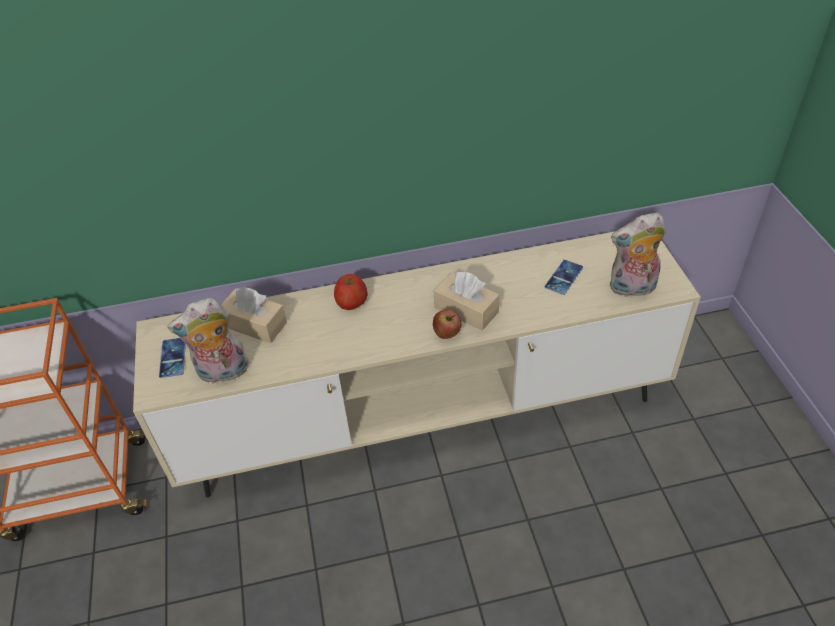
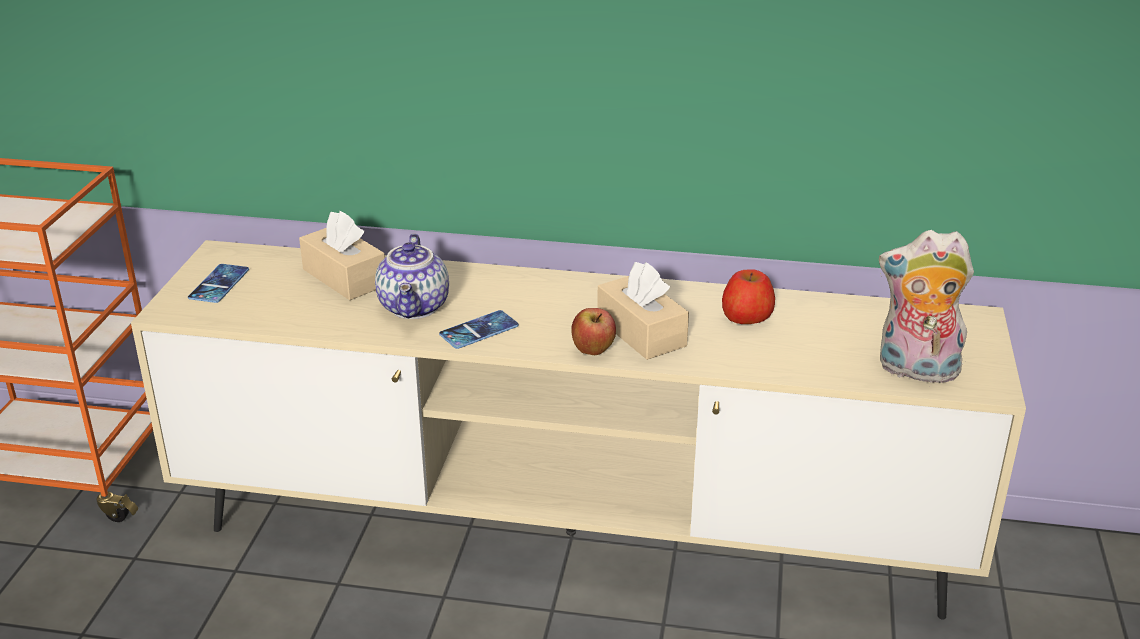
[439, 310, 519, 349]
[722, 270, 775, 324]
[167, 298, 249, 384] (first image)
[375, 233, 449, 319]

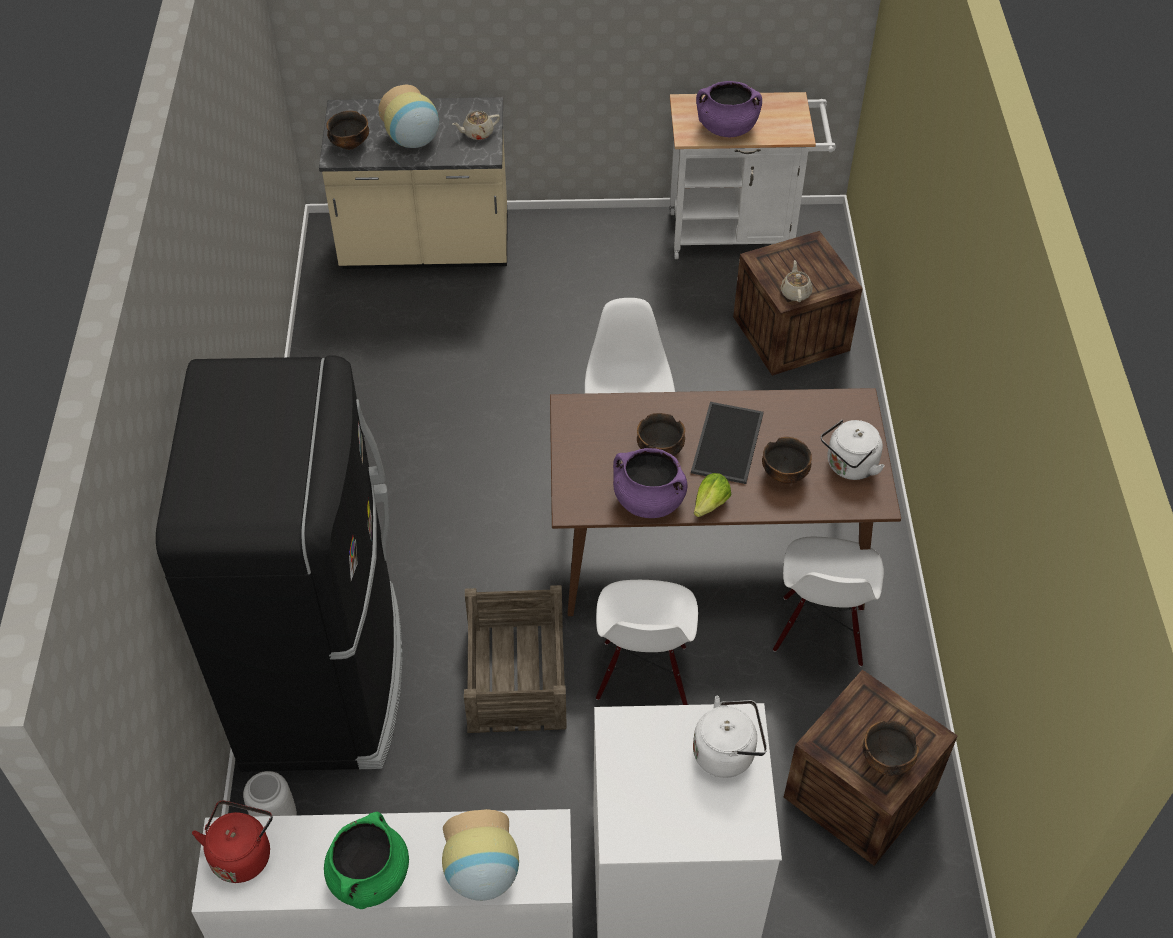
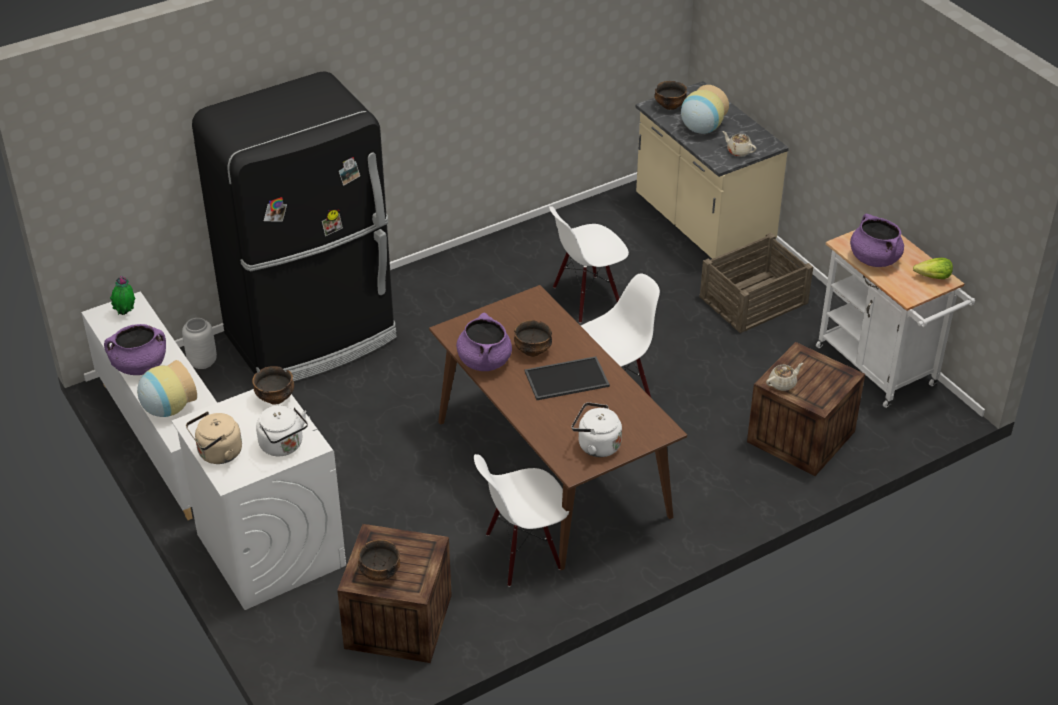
[252, 366, 294, 405]
[913, 258, 953, 279]
[549, 206, 629, 323]
[699, 233, 813, 333]
[110, 276, 135, 315]
[104, 324, 166, 375]
[186, 411, 242, 464]

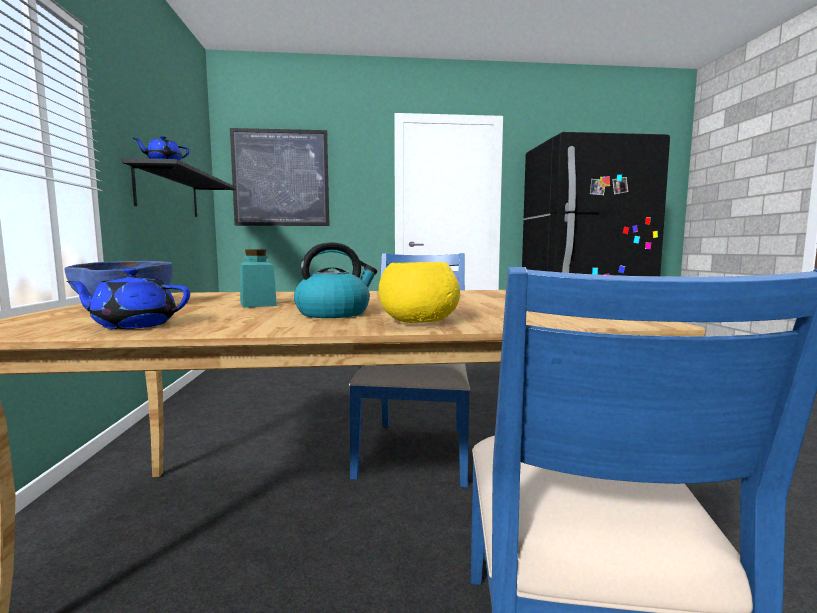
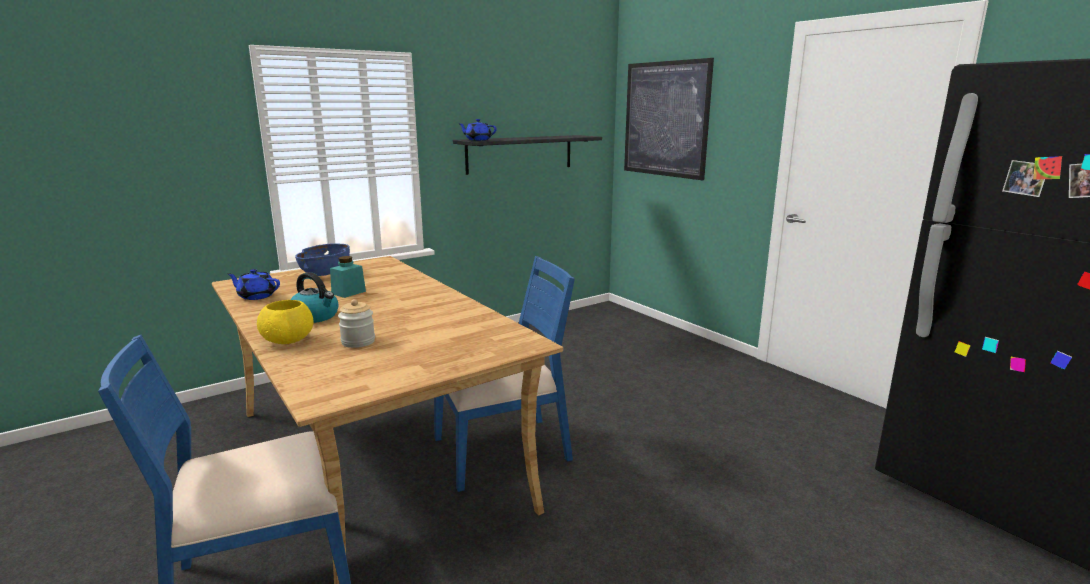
[227, 269, 280, 300]
[338, 299, 375, 348]

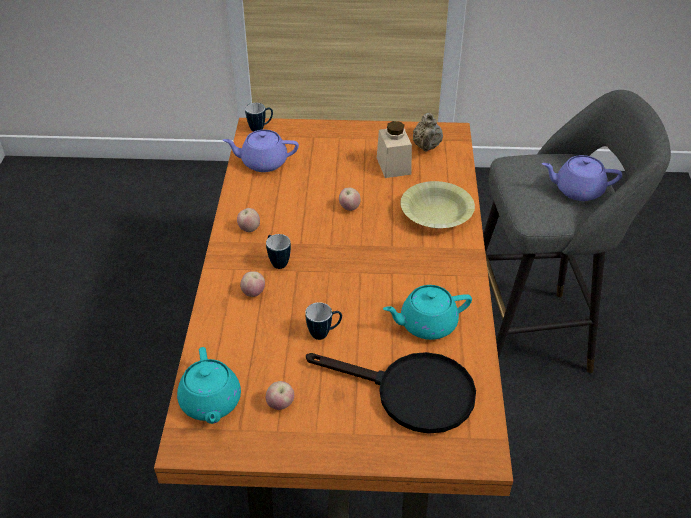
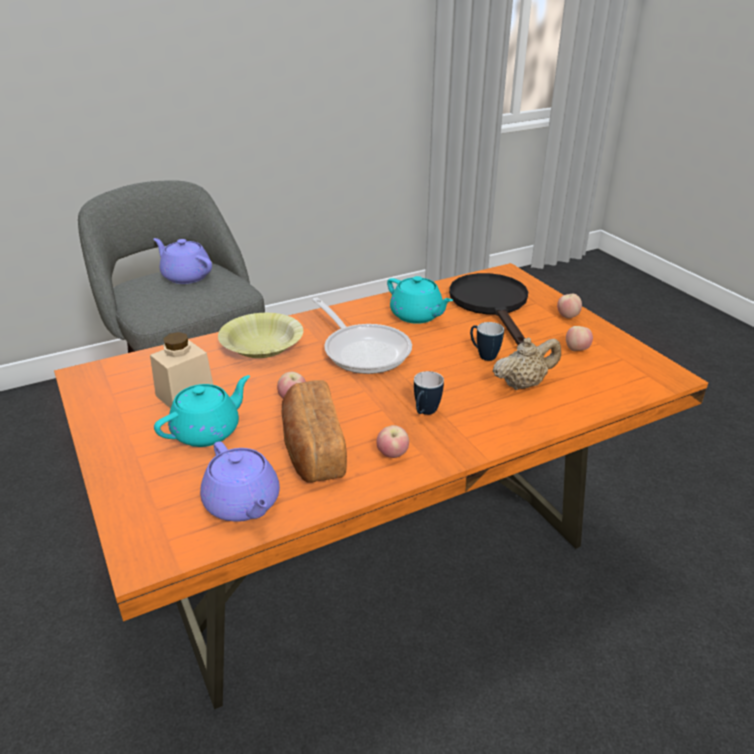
[245, 103, 273, 132] (first image)
[493, 338, 561, 390]
[153, 238, 212, 284]
[557, 293, 582, 319]
[154, 375, 250, 447]
[312, 297, 412, 374]
[281, 380, 347, 483]

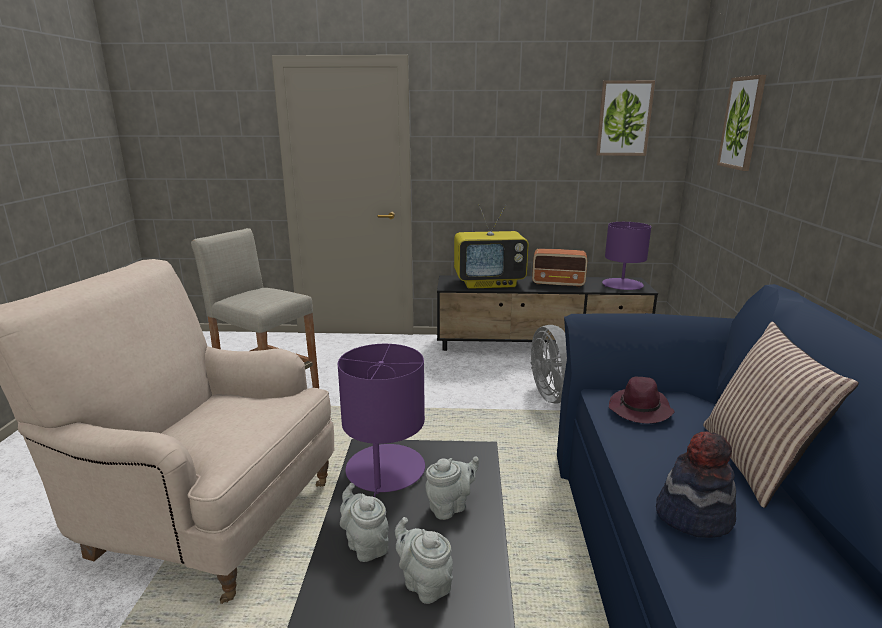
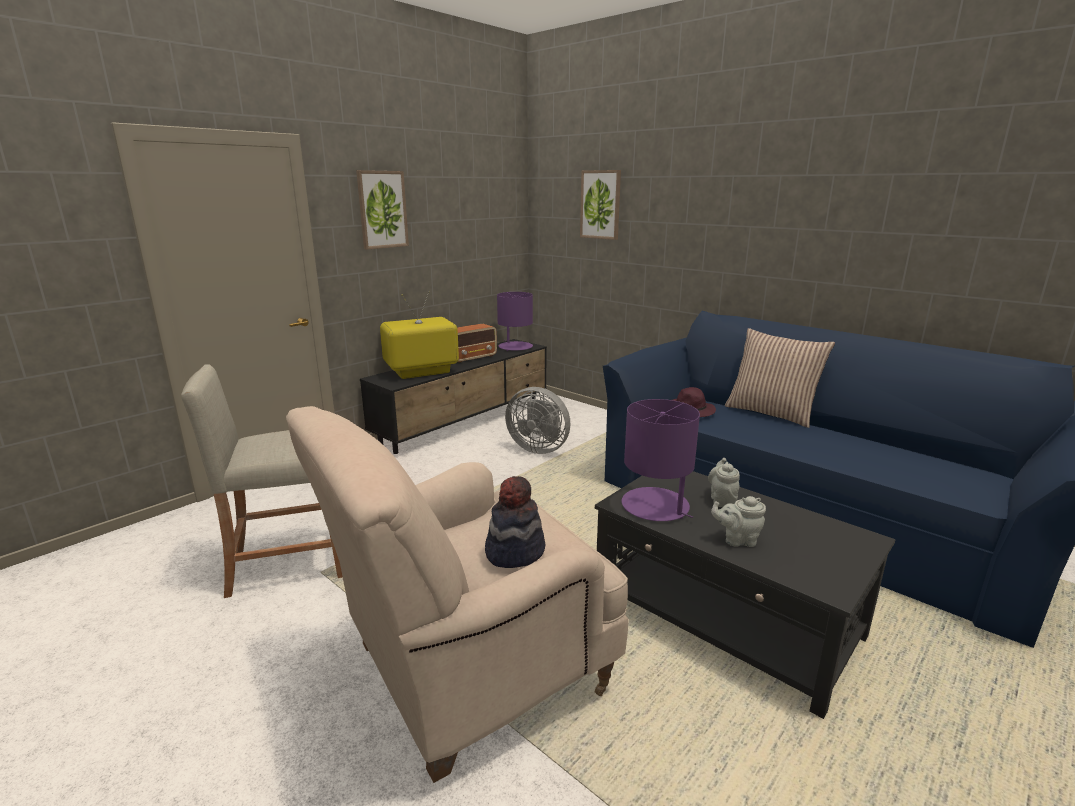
[356, 170, 409, 250]
[380, 291, 459, 379]
[485, 476, 545, 568]
[395, 517, 453, 604] (first image)

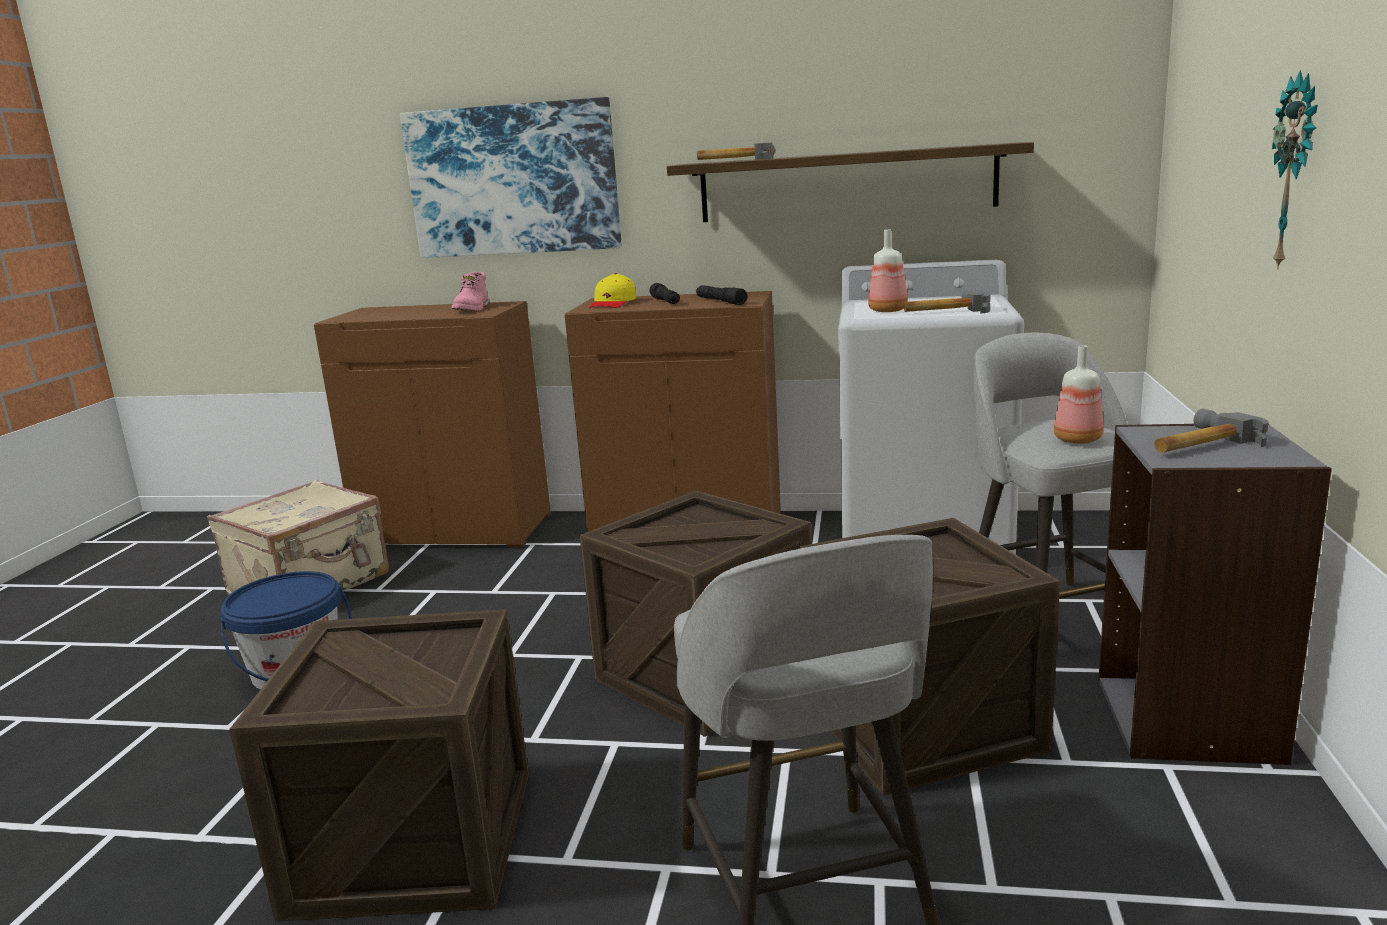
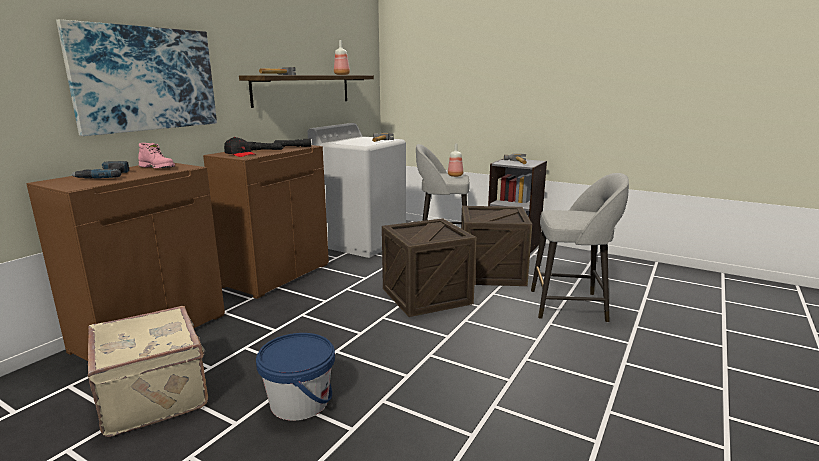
[1272, 70, 1318, 270] (first image)
[334, 40, 350, 75]
[224, 137, 256, 157]
[230, 609, 529, 922] (first image)
[71, 161, 129, 179]

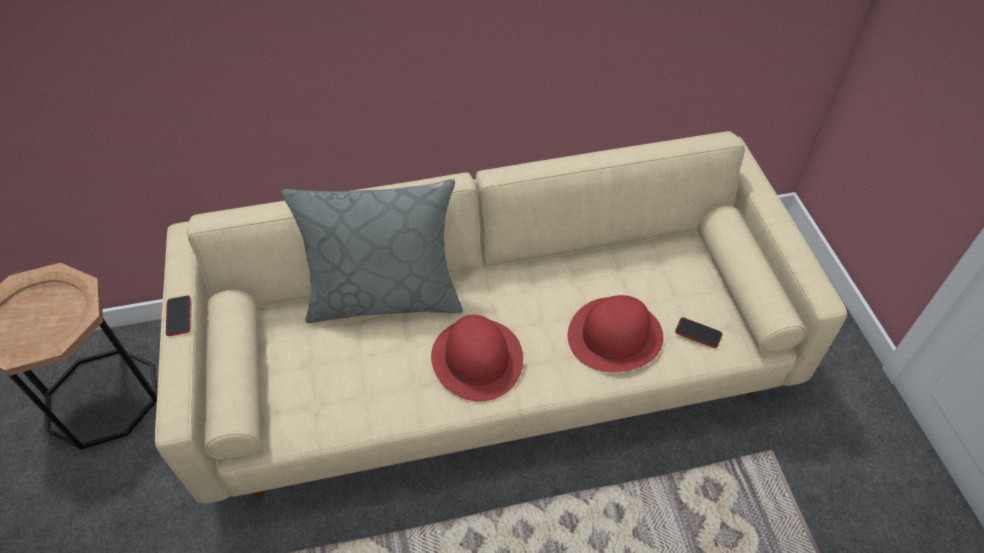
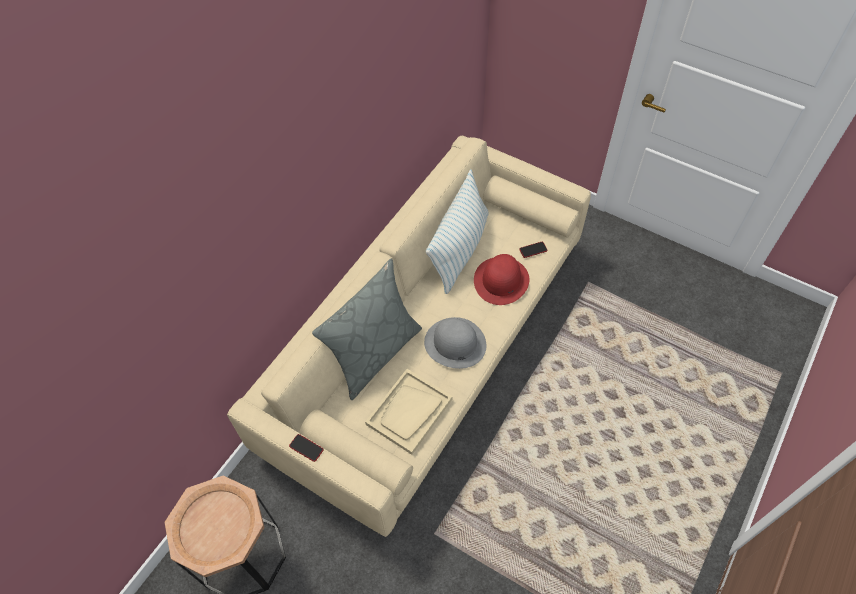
[424, 317, 486, 369]
[426, 169, 489, 294]
[365, 369, 453, 455]

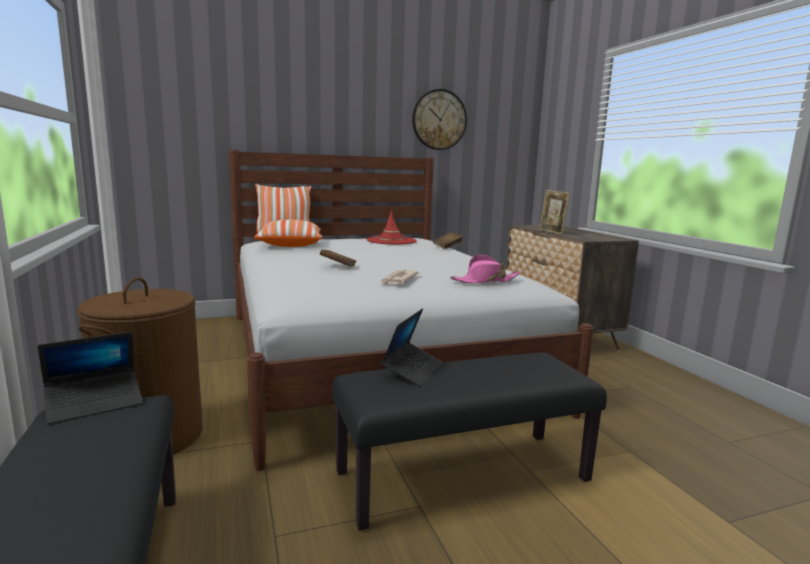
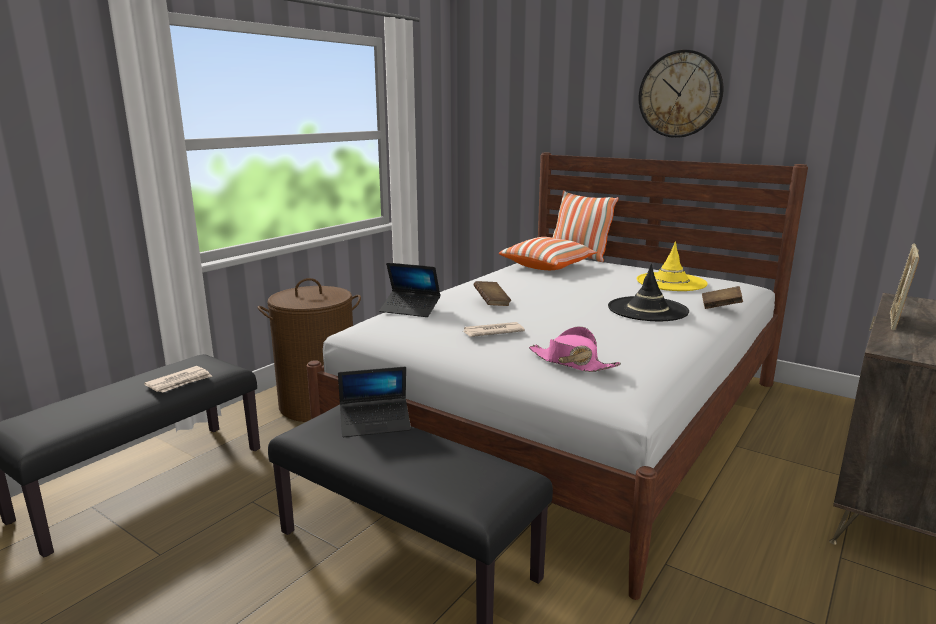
[638, 50, 723, 138]
[637, 241, 708, 291]
[379, 263, 441, 317]
[608, 264, 689, 321]
[144, 366, 212, 393]

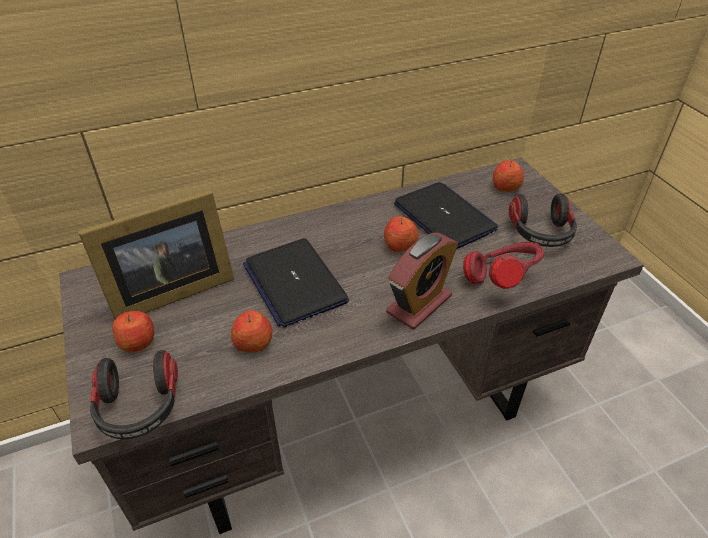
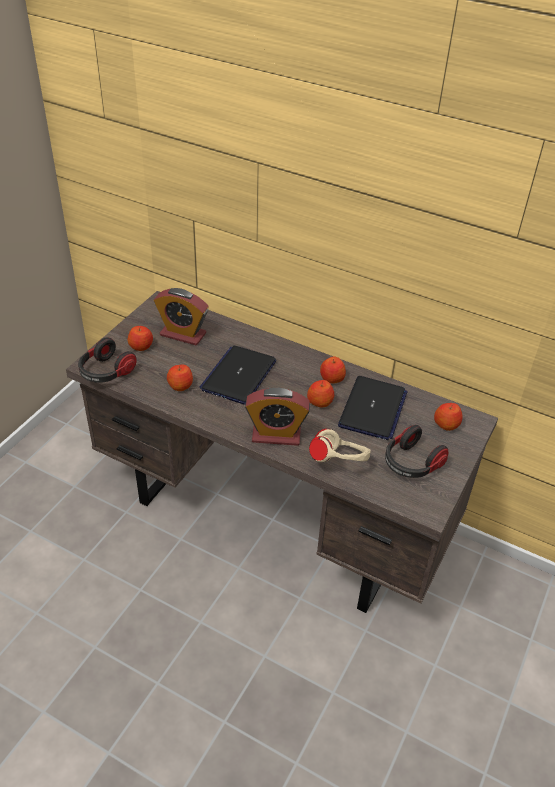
[154, 288, 209, 346]
[309, 429, 371, 462]
[320, 357, 346, 384]

